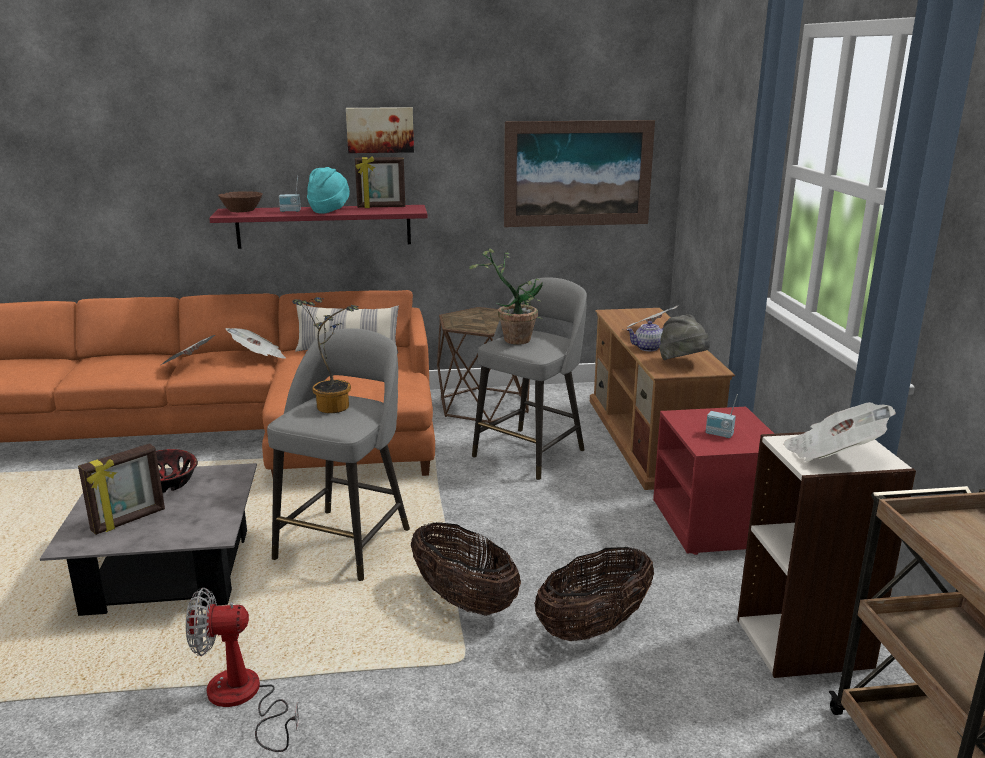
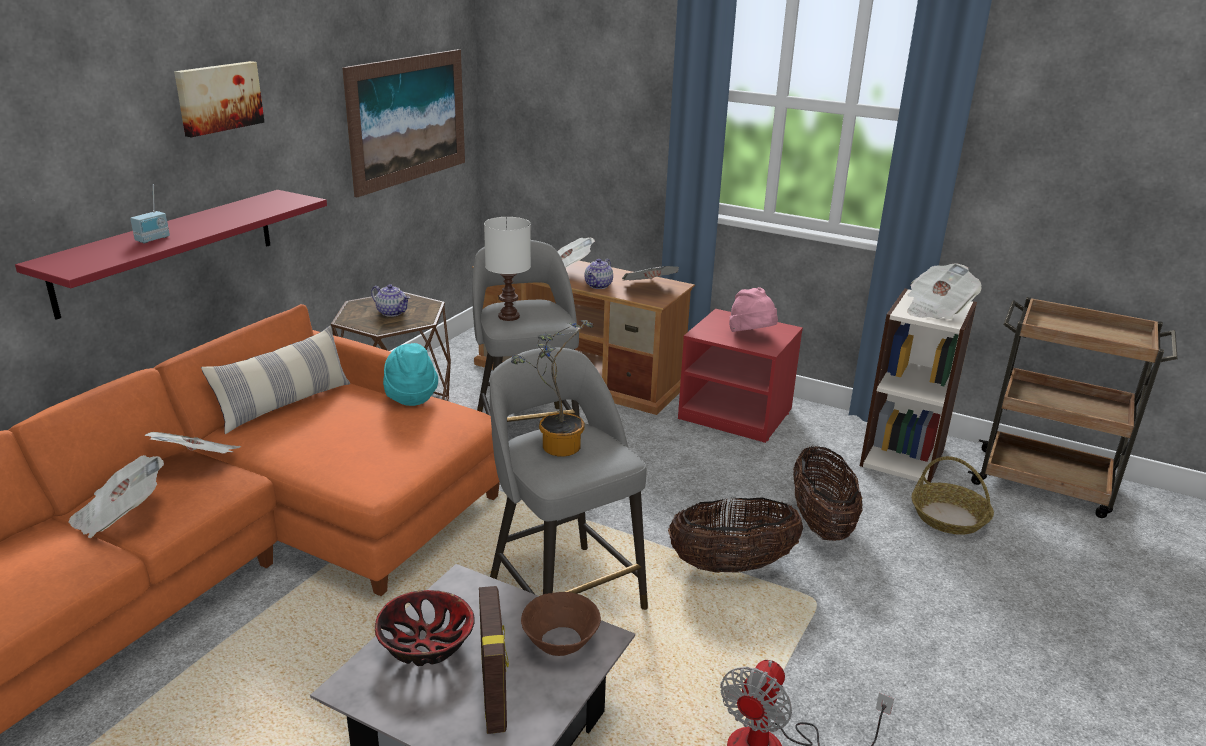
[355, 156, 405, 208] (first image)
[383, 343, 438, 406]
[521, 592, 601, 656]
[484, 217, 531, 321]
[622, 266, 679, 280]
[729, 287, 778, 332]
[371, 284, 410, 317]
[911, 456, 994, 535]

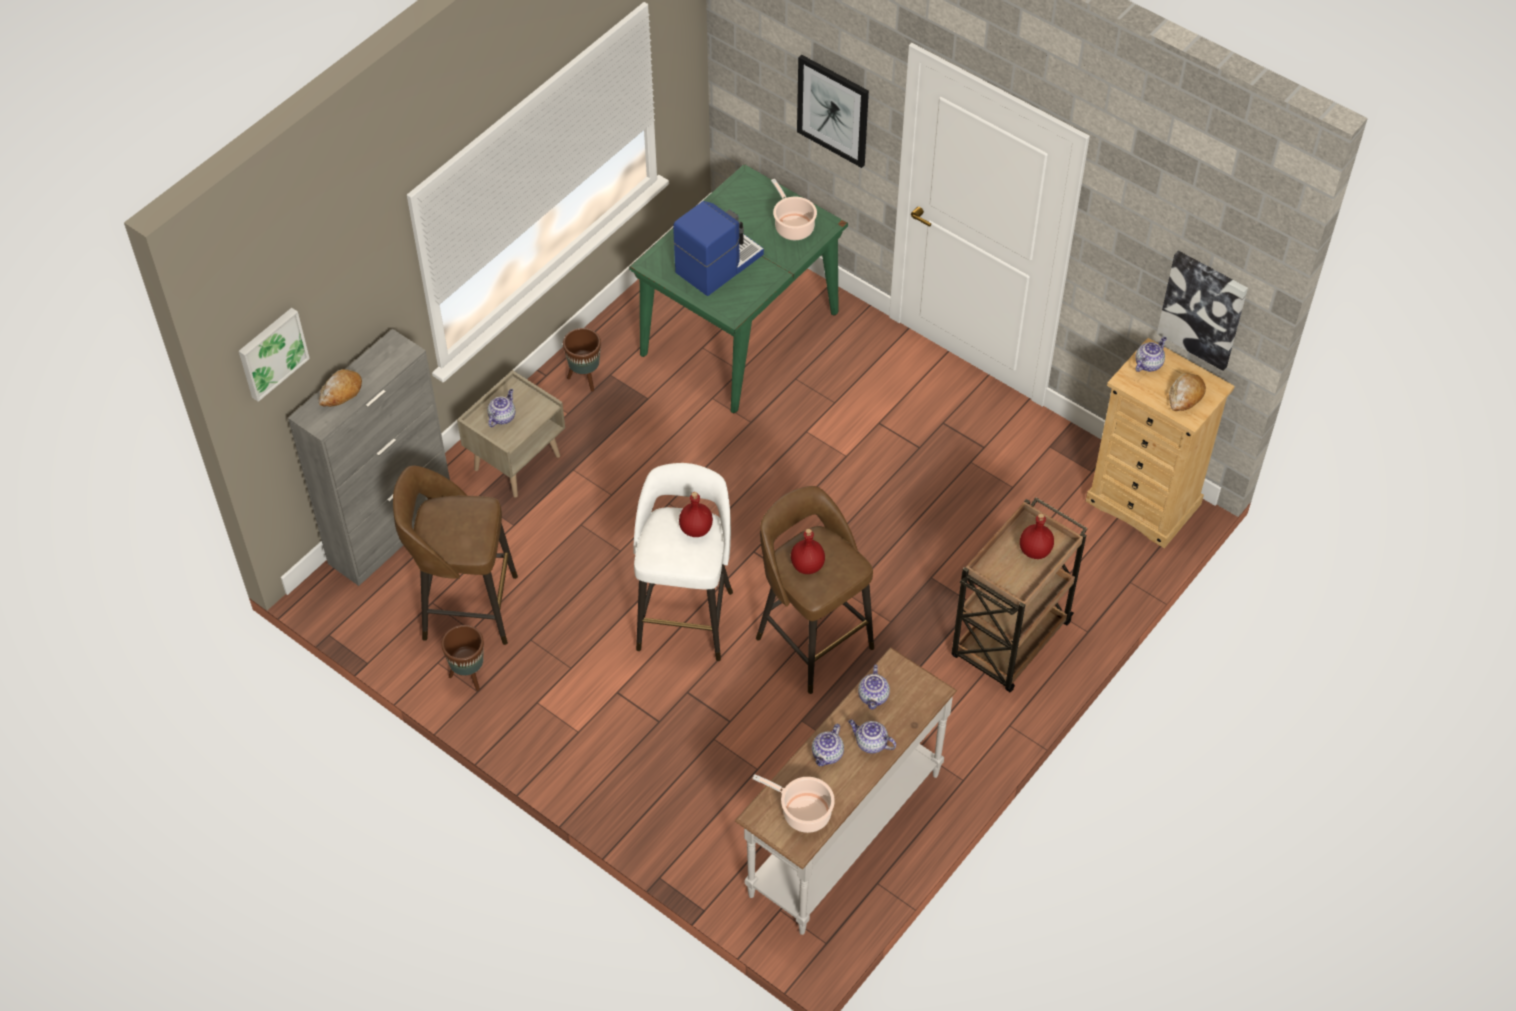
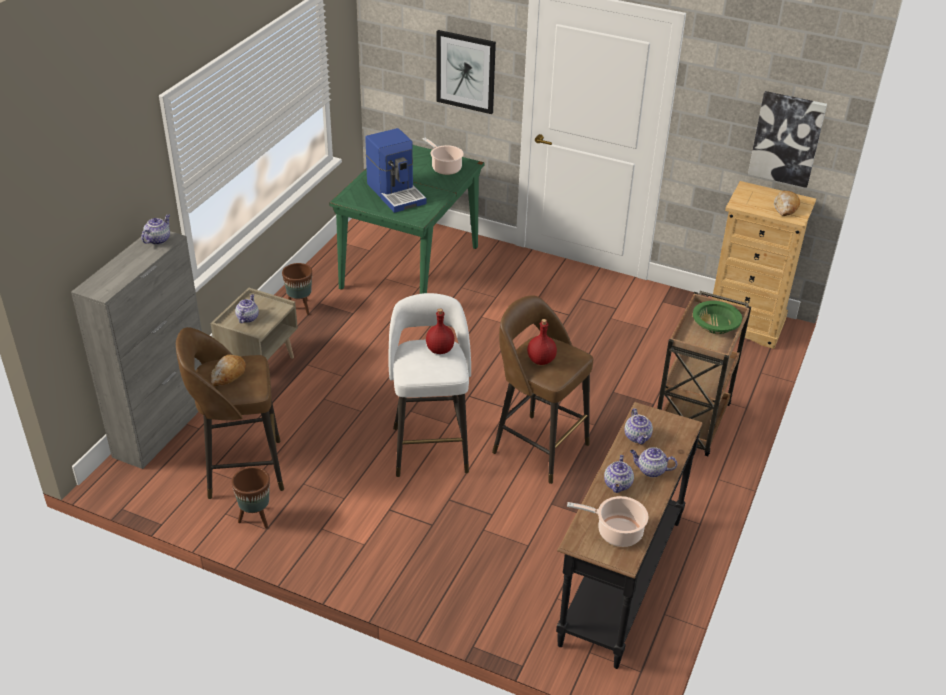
[366, 128, 427, 213]
[239, 308, 310, 402] (first image)
[141, 214, 170, 245]
[211, 354, 246, 386]
[693, 301, 742, 334]
[556, 402, 703, 669]

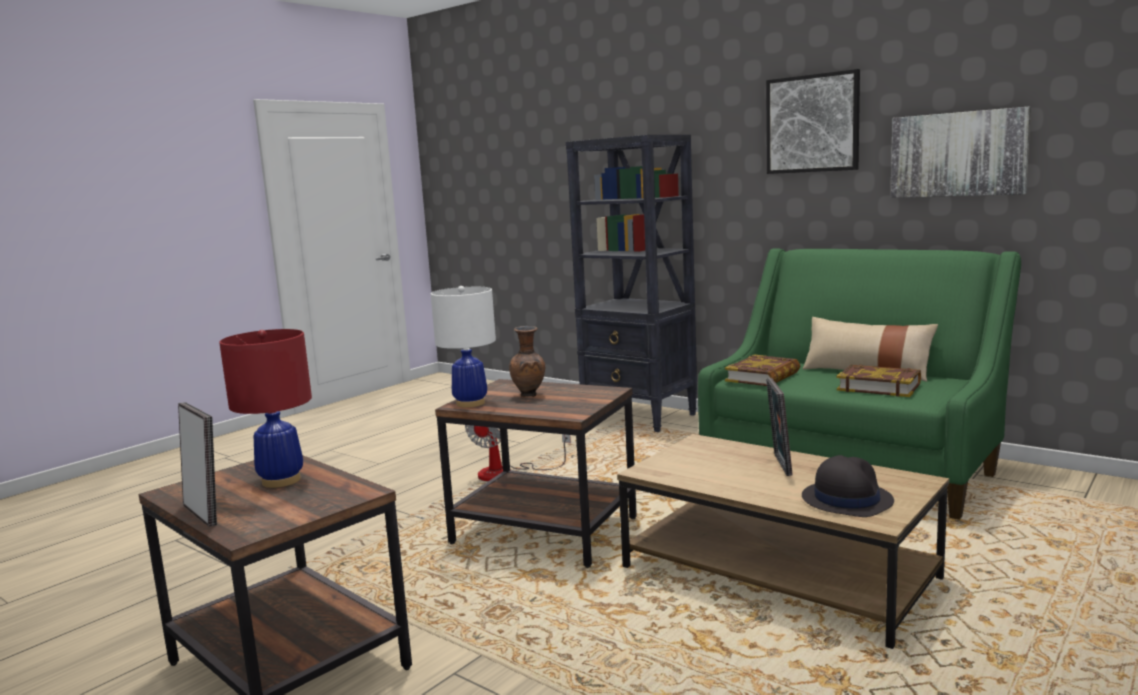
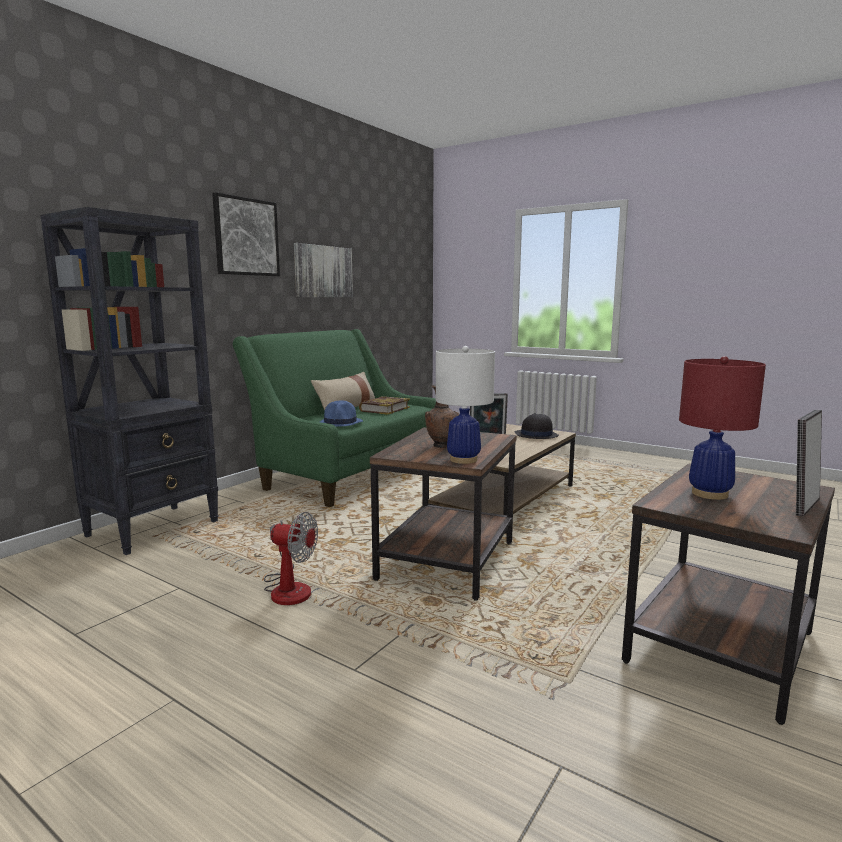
[320, 401, 363, 426]

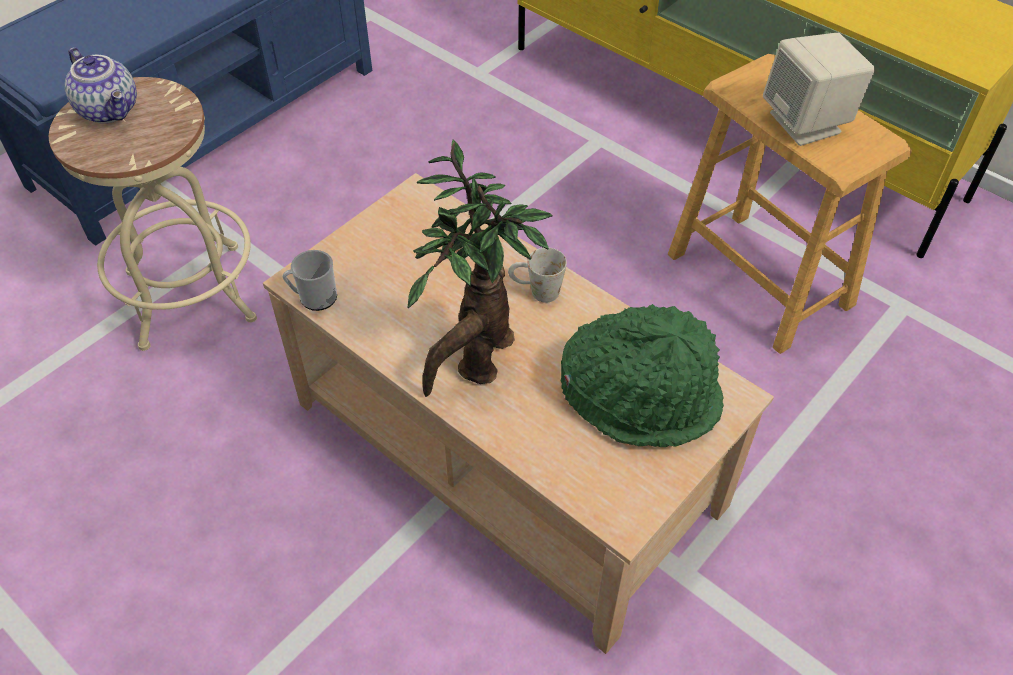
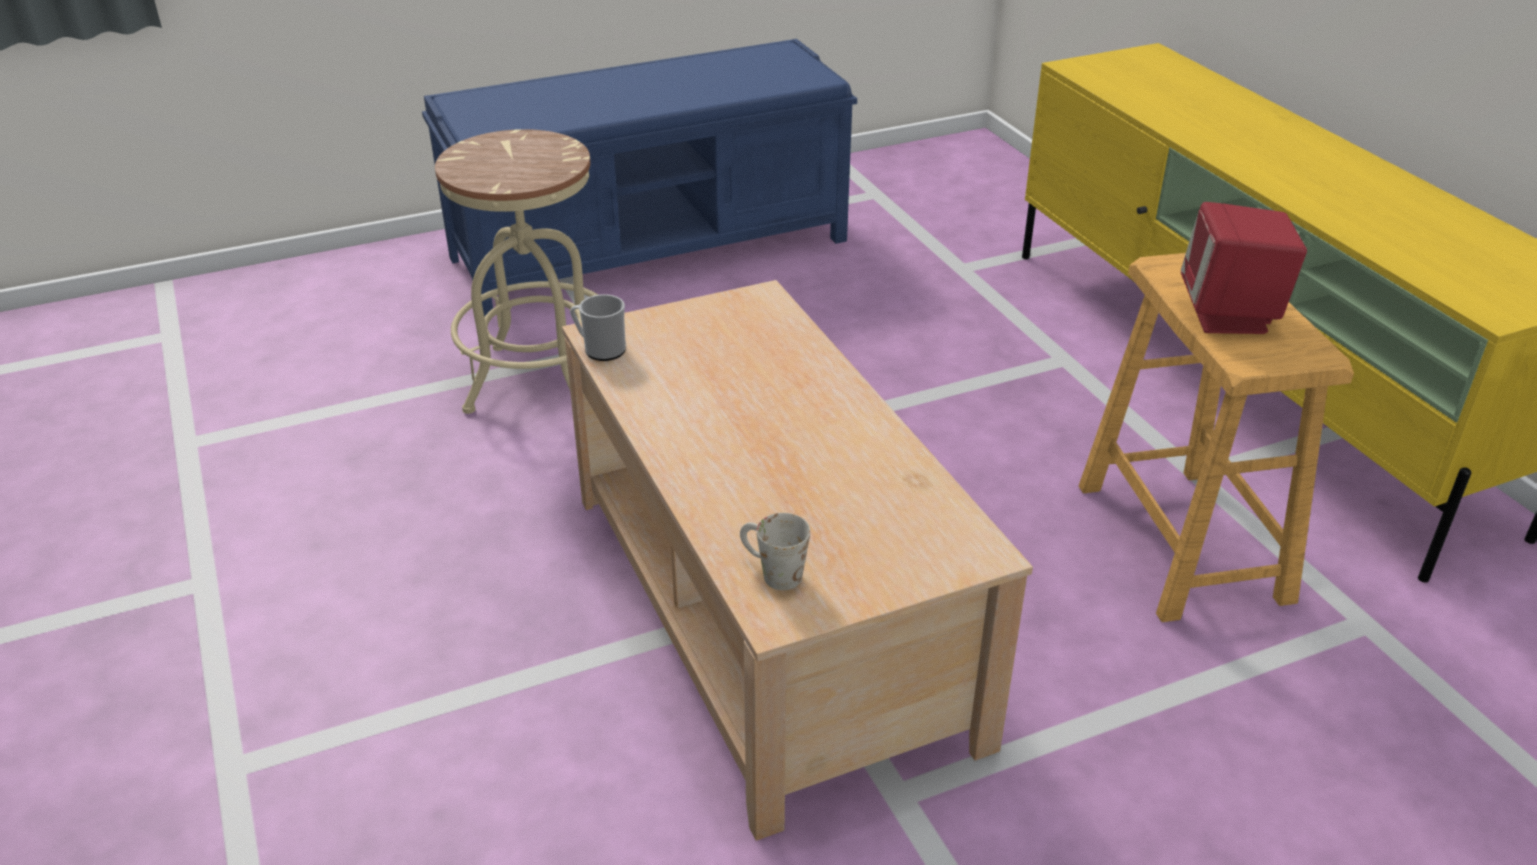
[1181, 202, 1307, 334]
[65, 47, 137, 124] (first image)
[408, 139, 553, 397] (first image)
[740, 513, 810, 590]
[560, 304, 724, 447] (first image)

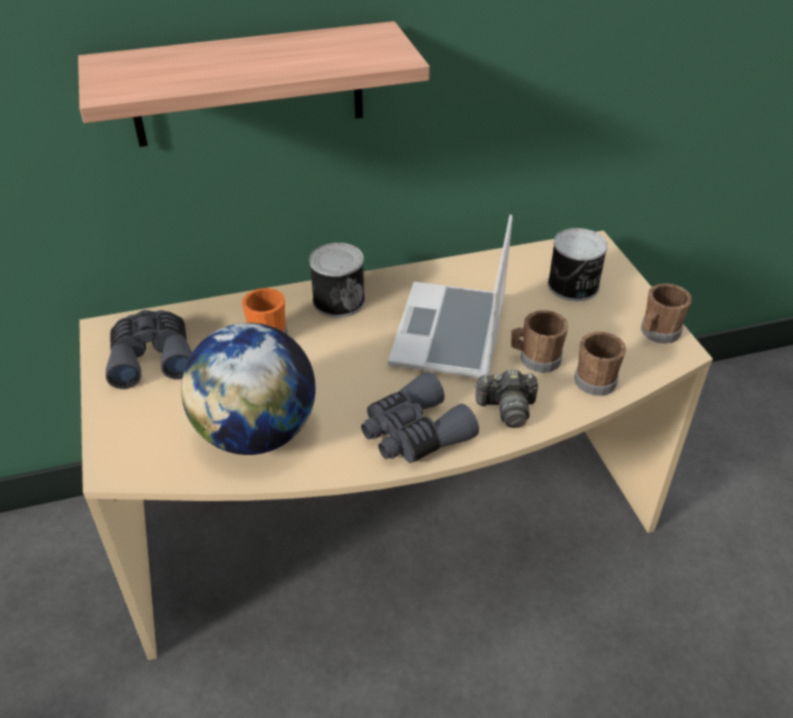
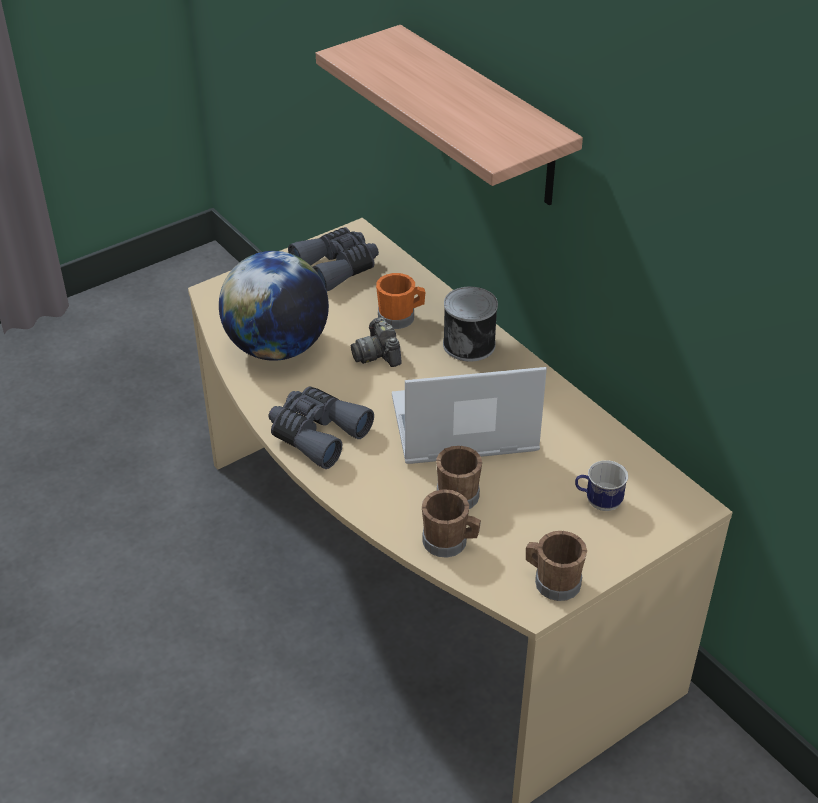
[575, 460, 628, 511]
[351, 317, 402, 367]

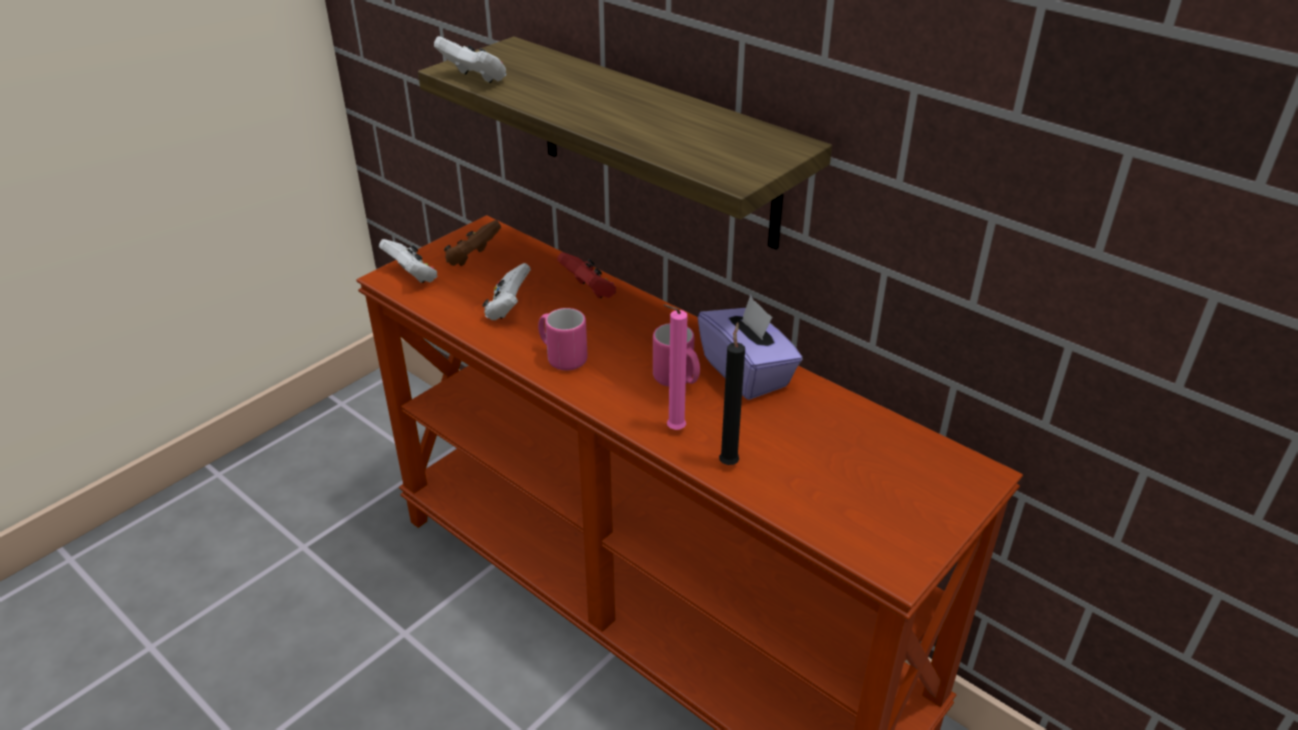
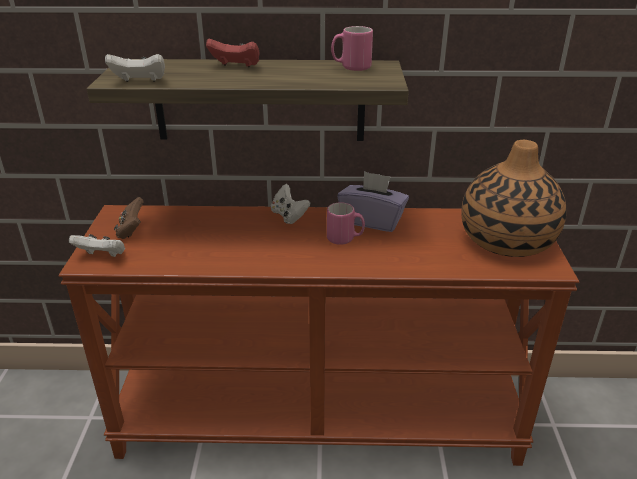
[206, 39, 259, 67]
[271, 184, 310, 224]
[663, 304, 687, 430] (first image)
[331, 26, 373, 71]
[719, 322, 745, 465] (first image)
[461, 140, 566, 257]

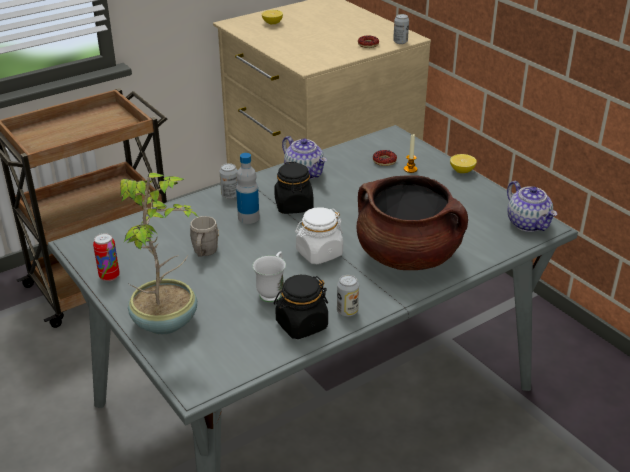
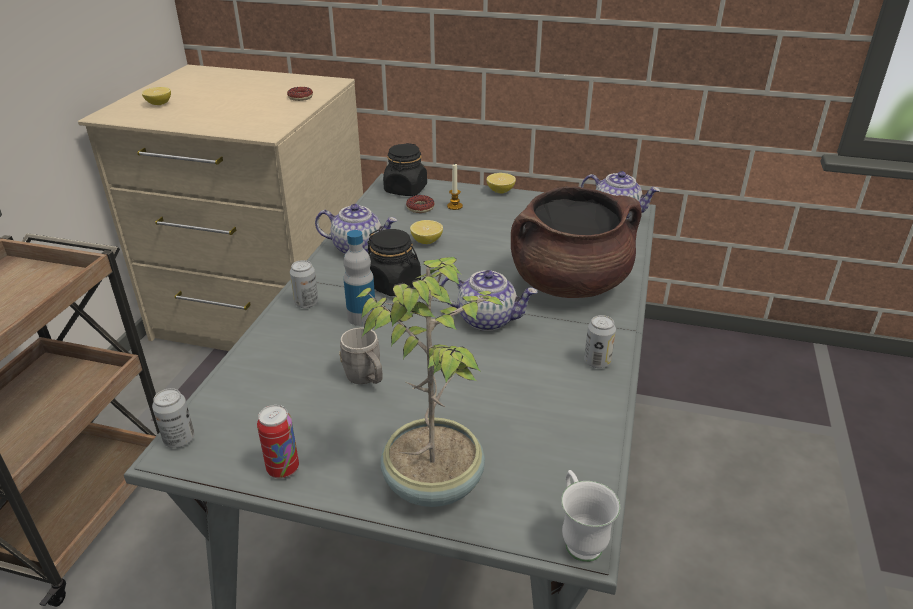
[152, 388, 194, 448]
[441, 270, 538, 331]
[561, 470, 620, 562]
[383, 143, 427, 196]
[410, 220, 443, 244]

